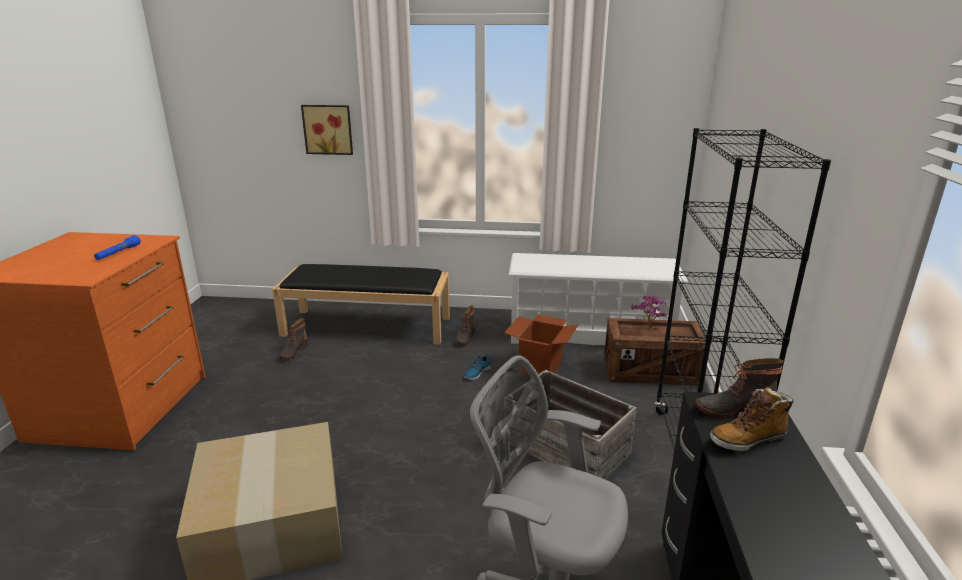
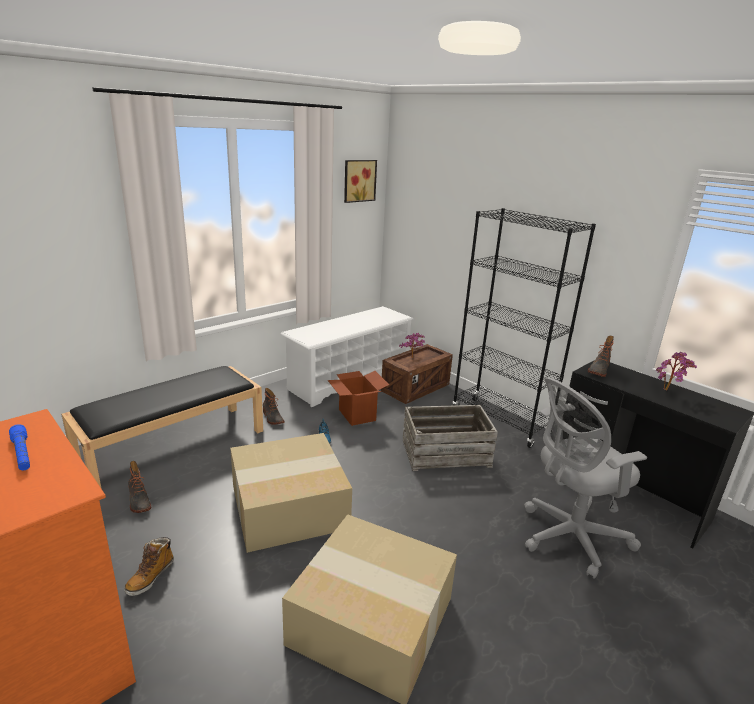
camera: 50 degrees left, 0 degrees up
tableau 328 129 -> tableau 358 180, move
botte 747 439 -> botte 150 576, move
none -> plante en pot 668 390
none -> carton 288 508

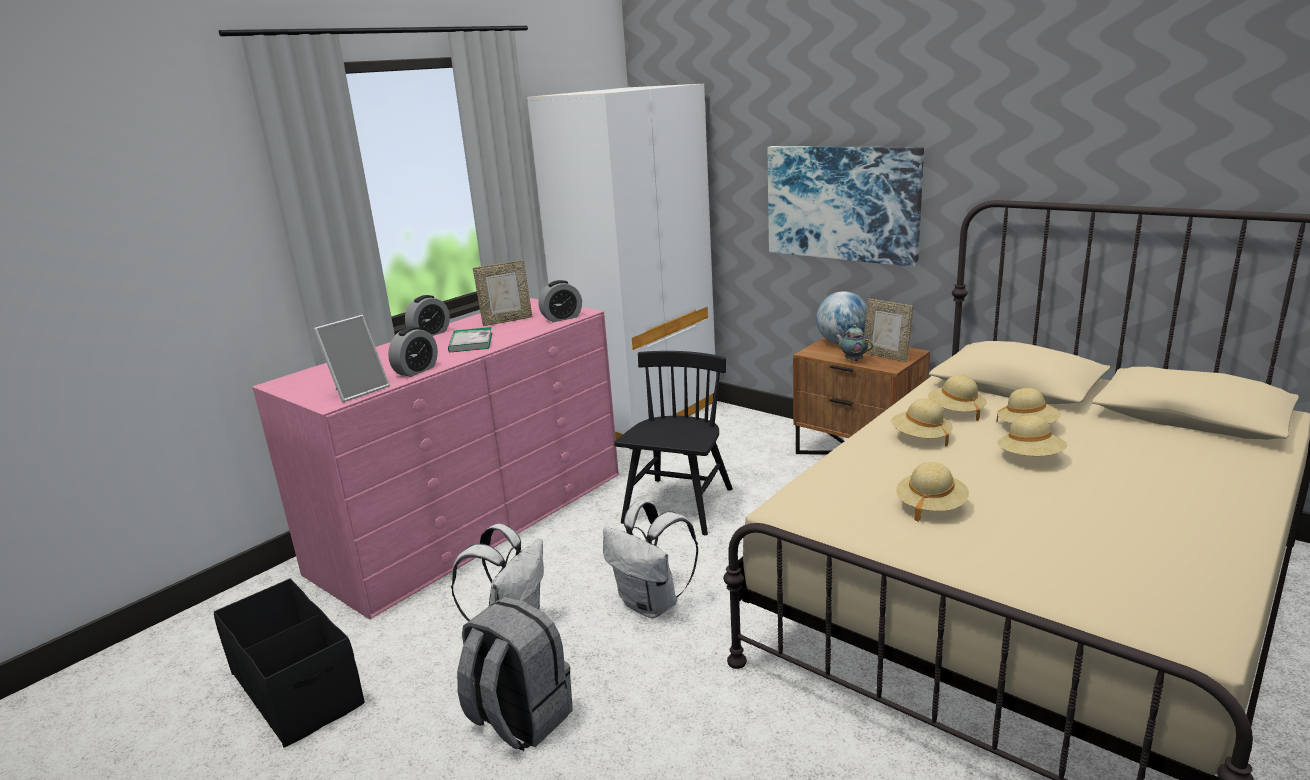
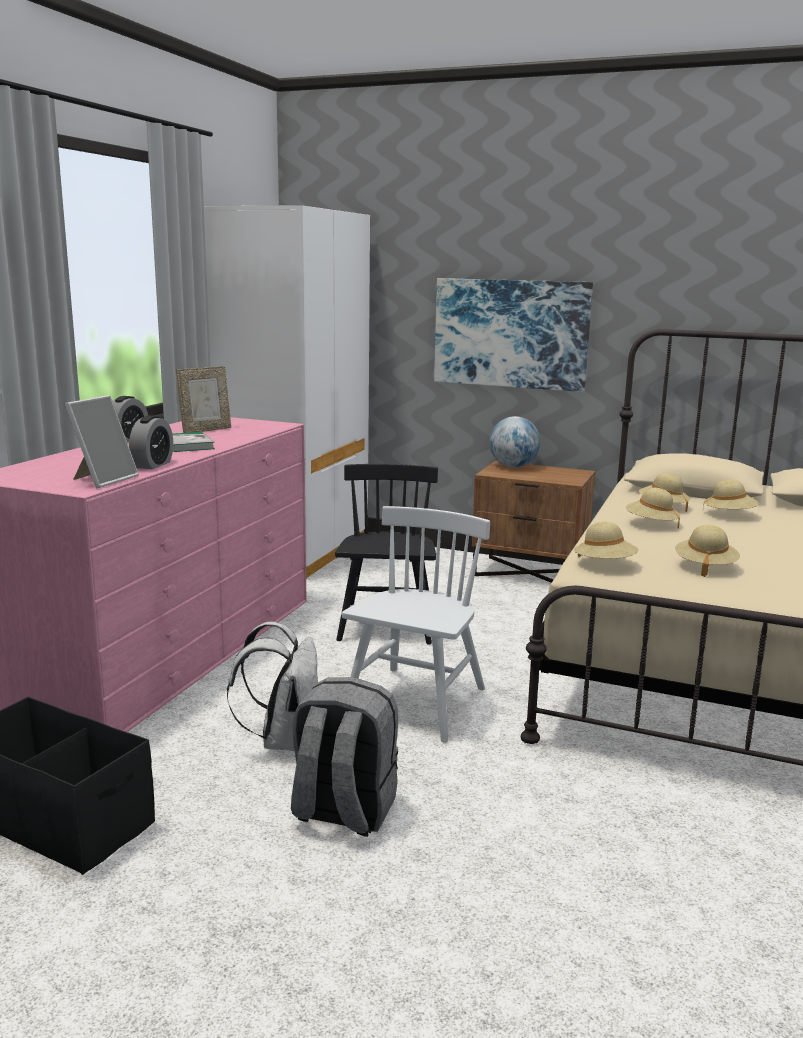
camera: 20 degrees left, 5 degrees down
réveil 562 318 -> none
cadre photo 886 356 -> none
théière 852 360 -> none
chapeau/beige 1030 458 -> chapeau/beige 604 564, move
sac à dos/blanc 652 604 -> chaise/blanc 415 703

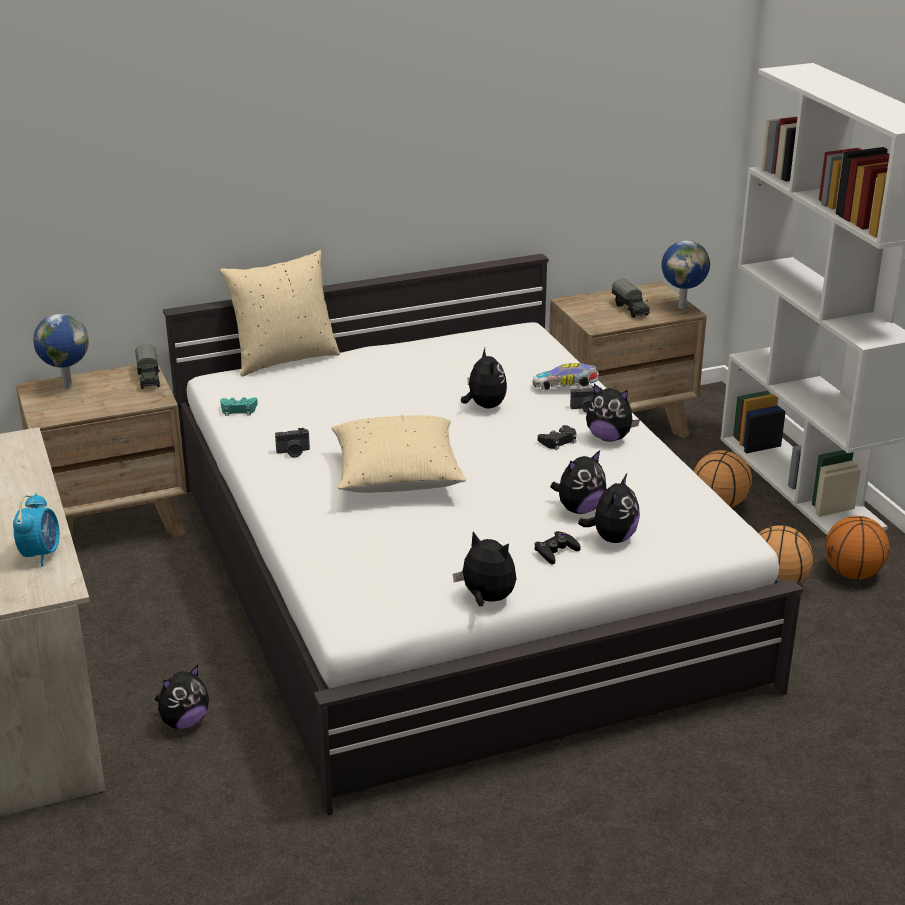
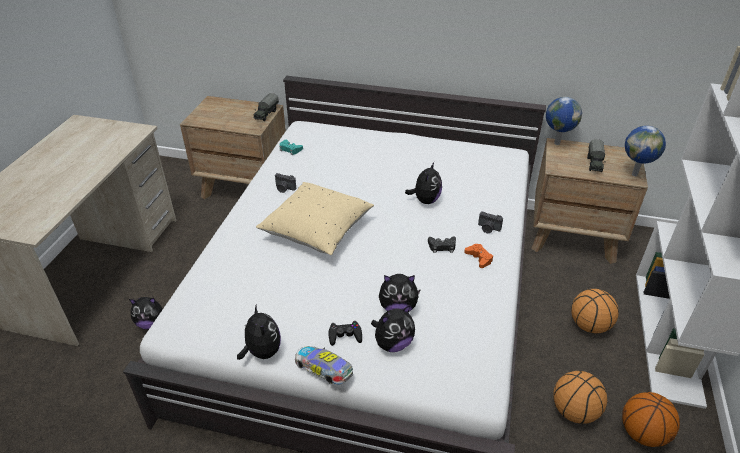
camera: 35 degrees right, 10 degrees up
coussin/beige 284 359 -> none
globe 66 386 -> globe 556 143, move
petite voiture 566 387 -> petite voiture 324 371, move
peluche 609 438 -> manette/orange 479 258
réveil 41 554 -> none

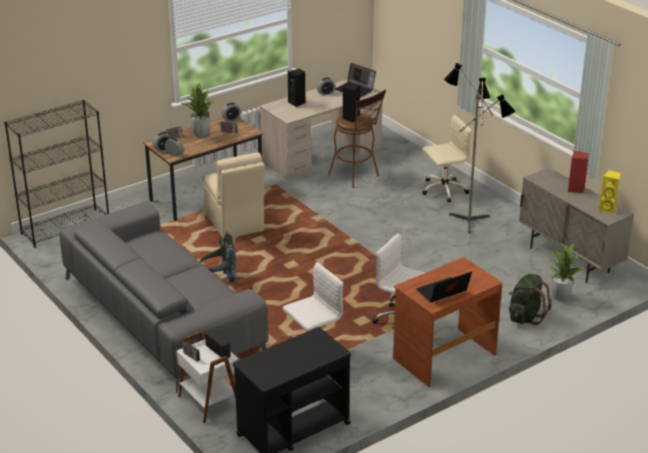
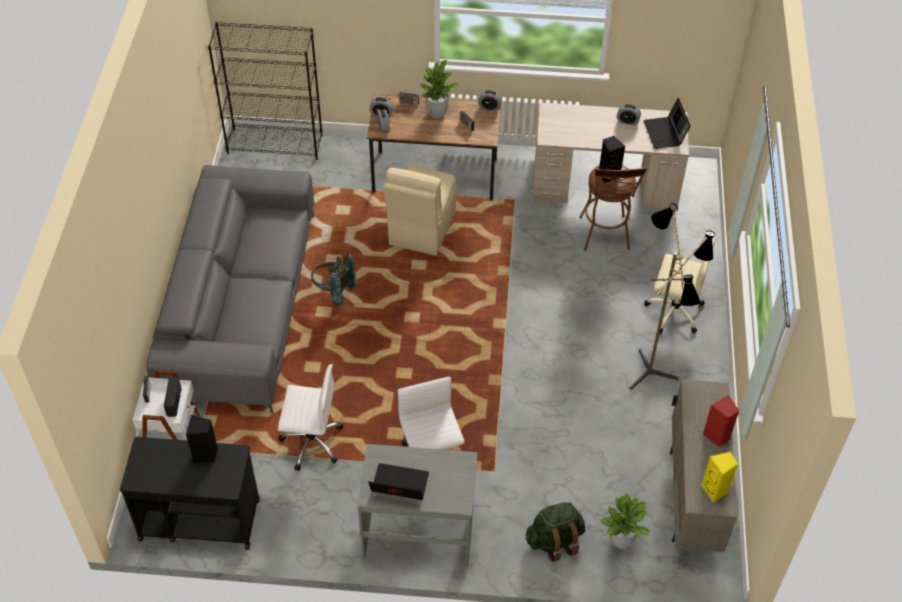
camera: 40 degrees right, 20 degrees up
enceinte/noir 297 103 -> enceinte/noir 206 454, move
bureau/marron 444 356 -> bureau/gris 419 532

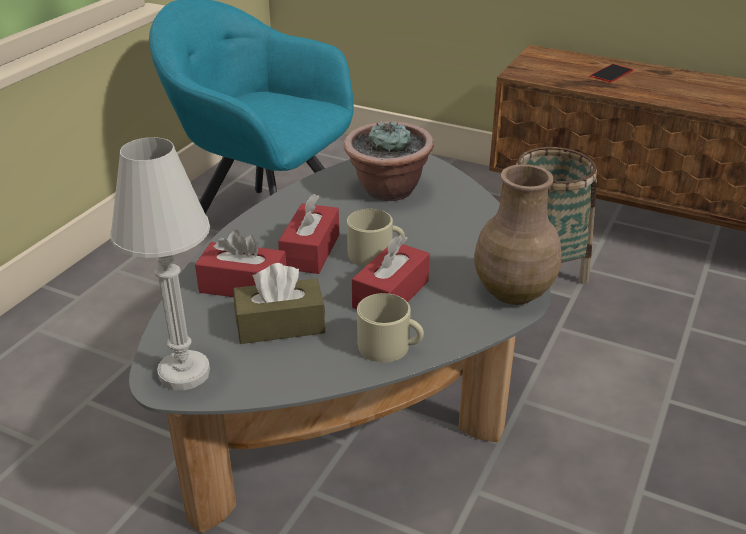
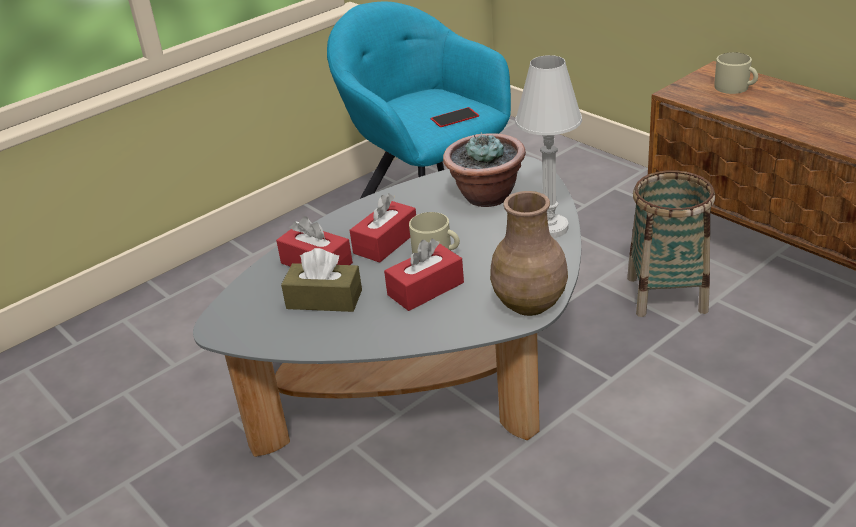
camera: 25 degrees right, 0 degrees up
téléphone 611 73 -> téléphone 454 117, move
lampe de table/blanc 184 373 -> lampe de table/blanc 550 228, move
mug/beige 390 347 -> mug/beige 735 87, move

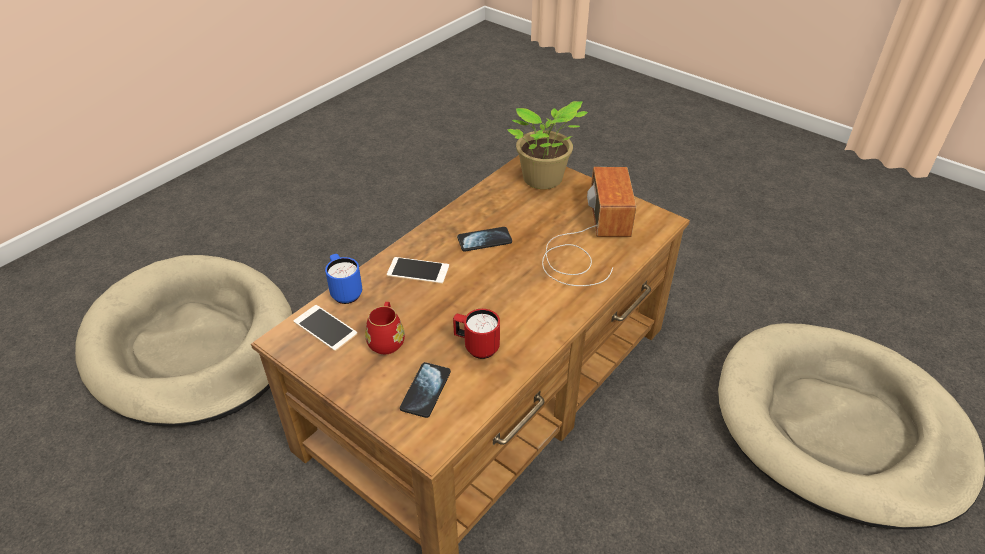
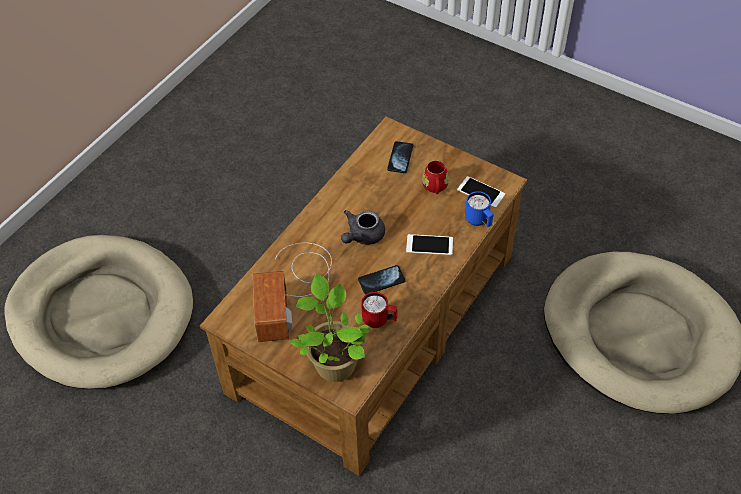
camera: 175 degrees right, 10 degrees up
mug/rouge 476 347 -> mug/rouge 379 320, move
none -> théière/gris 362 236

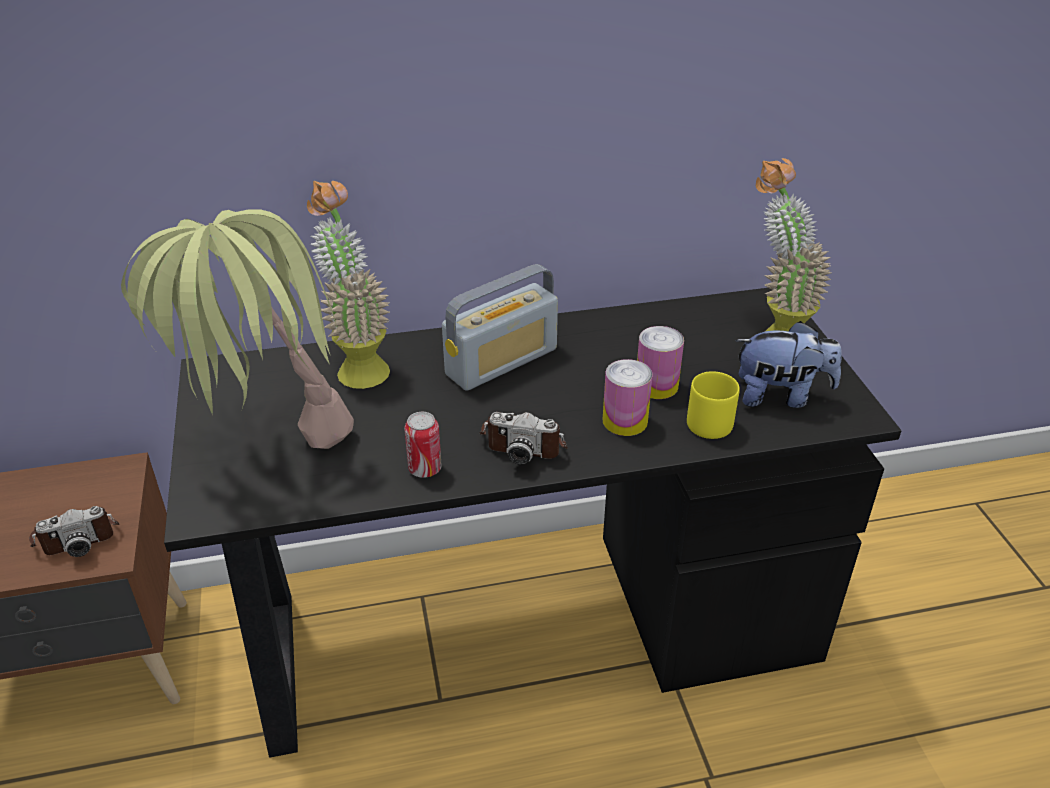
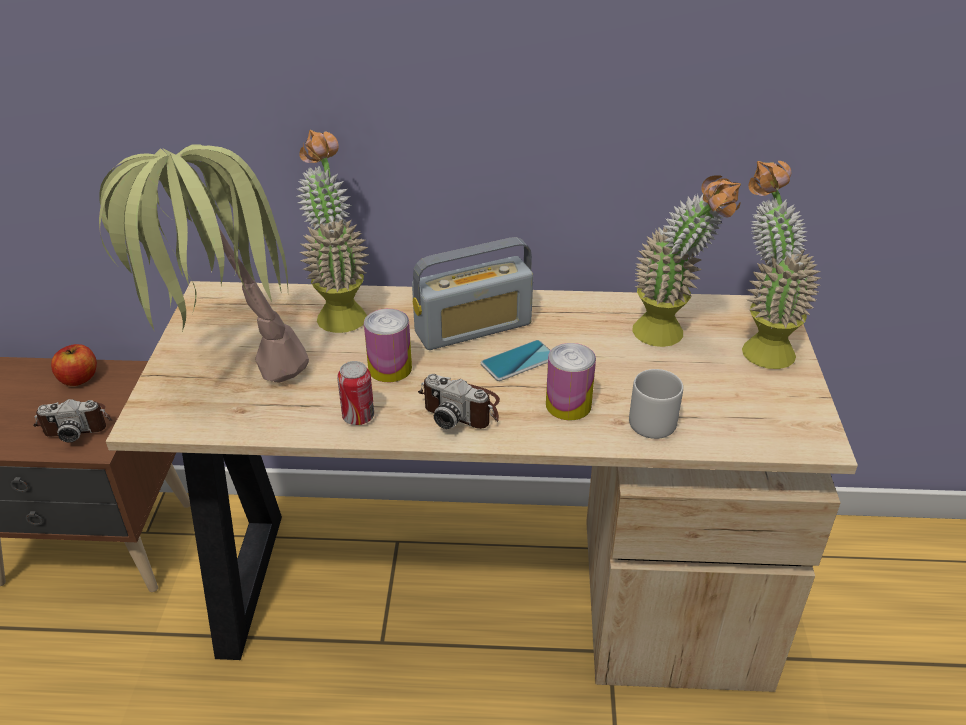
camera: 15 degrees right, 0 degrees up
bureau/noir 524 626 -> bureau/beige 483 589
peluche 780 396 -> none
boîte métallique 656 385 -> boîte métallique 390 368, move
mug/jaune 710 421 -> mug/gris 655 419
none -> plante en pot 669 337
none -> téléphone 518 361
none -> pomme 79 378

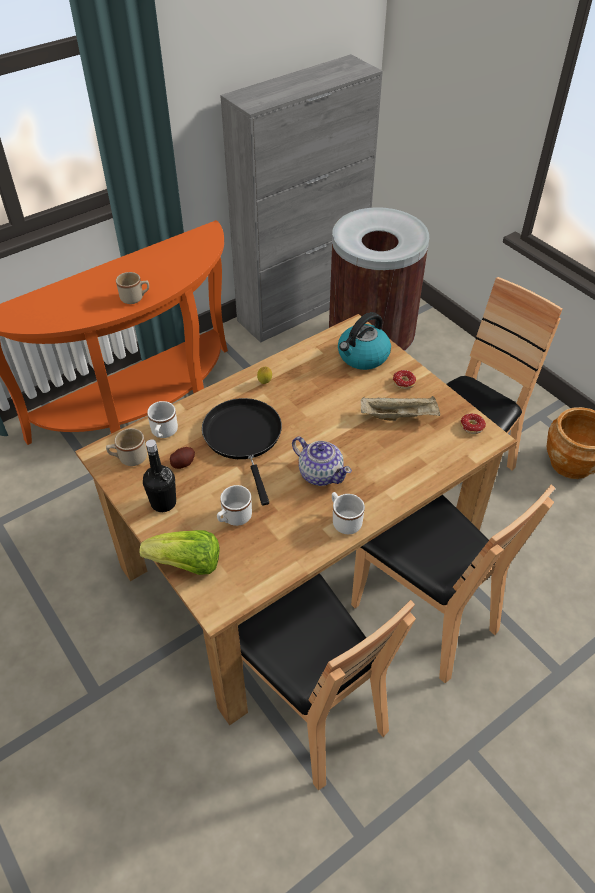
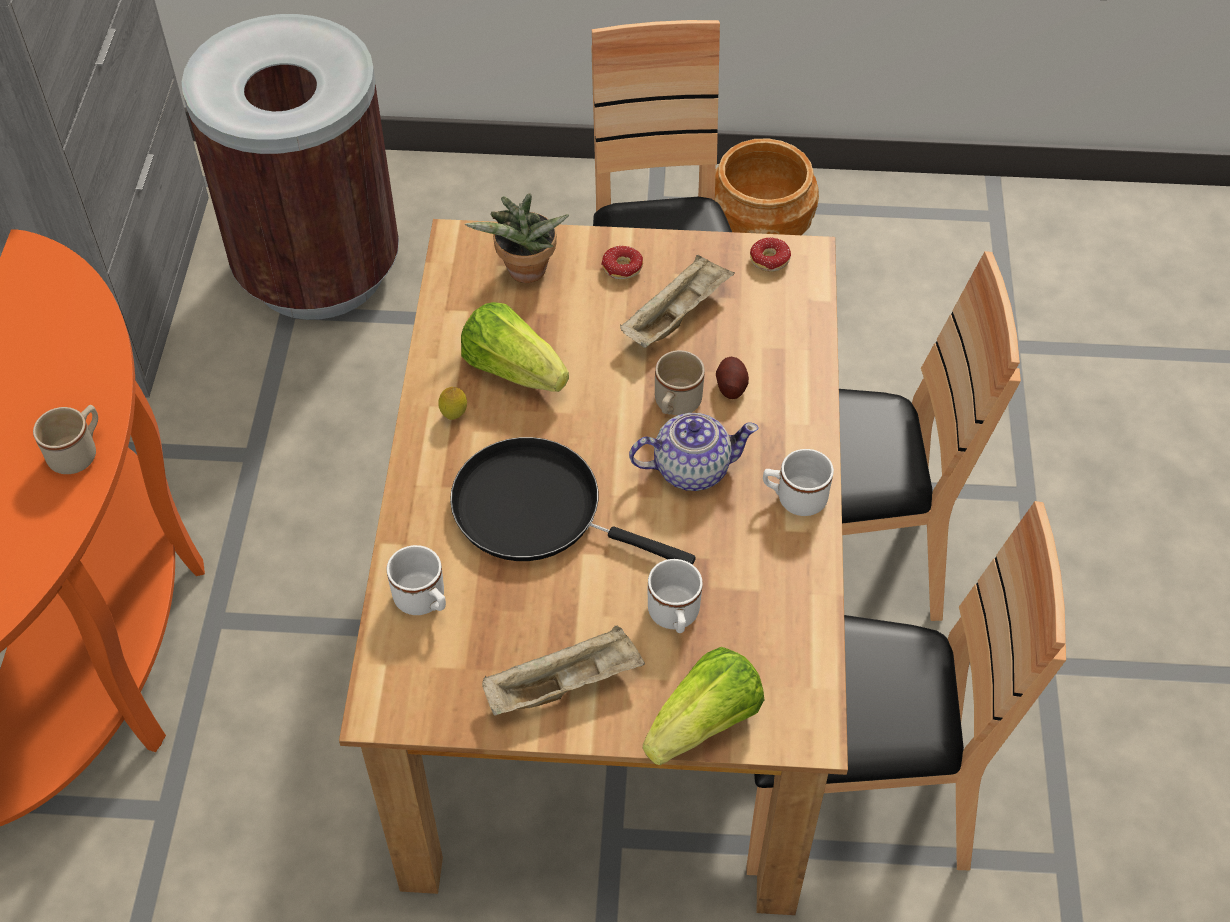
camera: 50 degrees left, 5 degrees up
bouilloire 362 356 -> plante en pot 524 274
mug/beige 128 458 -> mug/beige 675 405, move
bouteille/noir 163 503 -> plateau/beige 564 684
pomme de terre 183 463 -> pomme de terre 731 386, move
none -> laitue 513 369

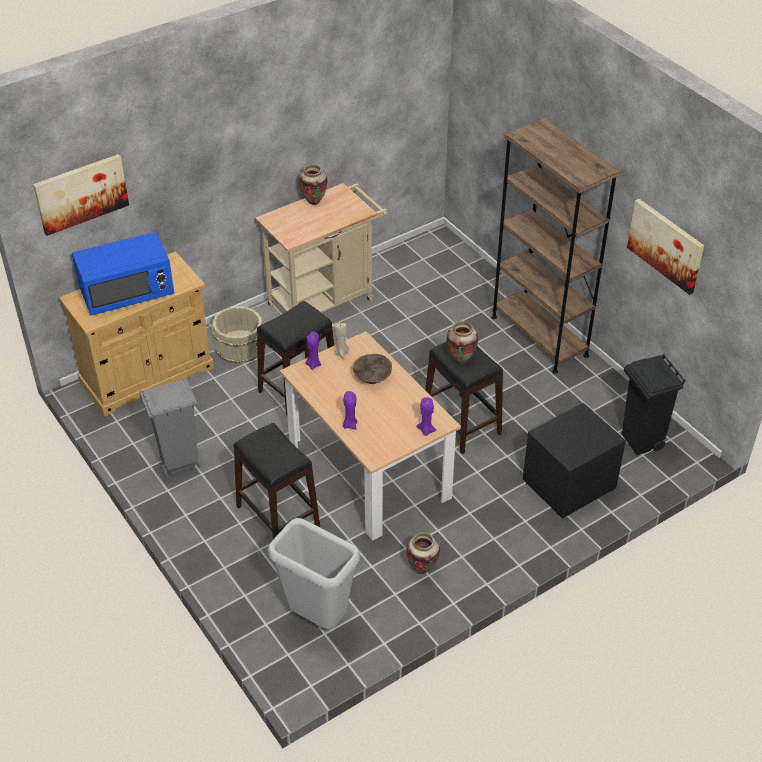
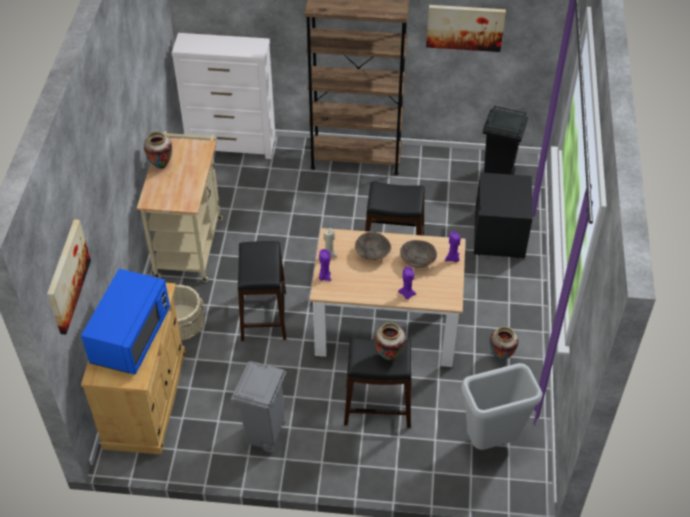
camera: 50 degrees left, 5 degrees up
vase 461 360 -> vase 388 356, move
none -> commode/blanc 232 146
none -> bol/marron 417 261

